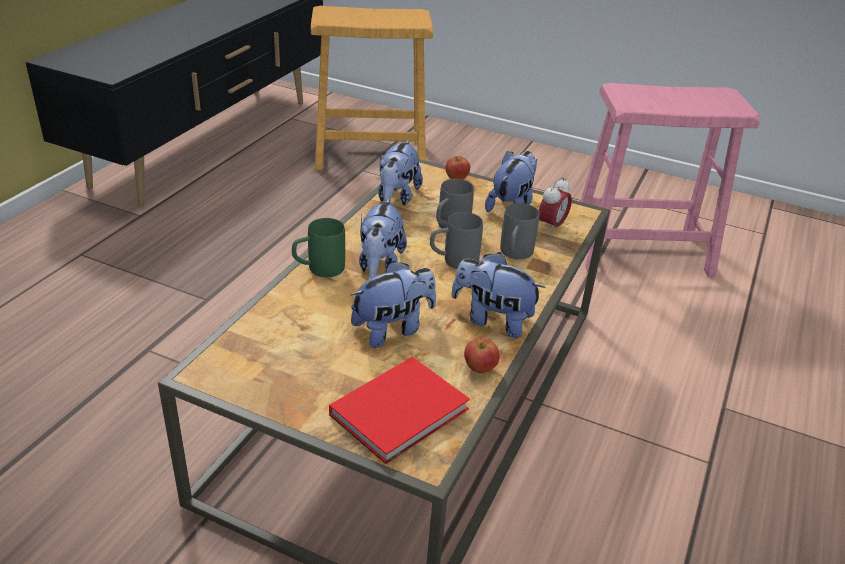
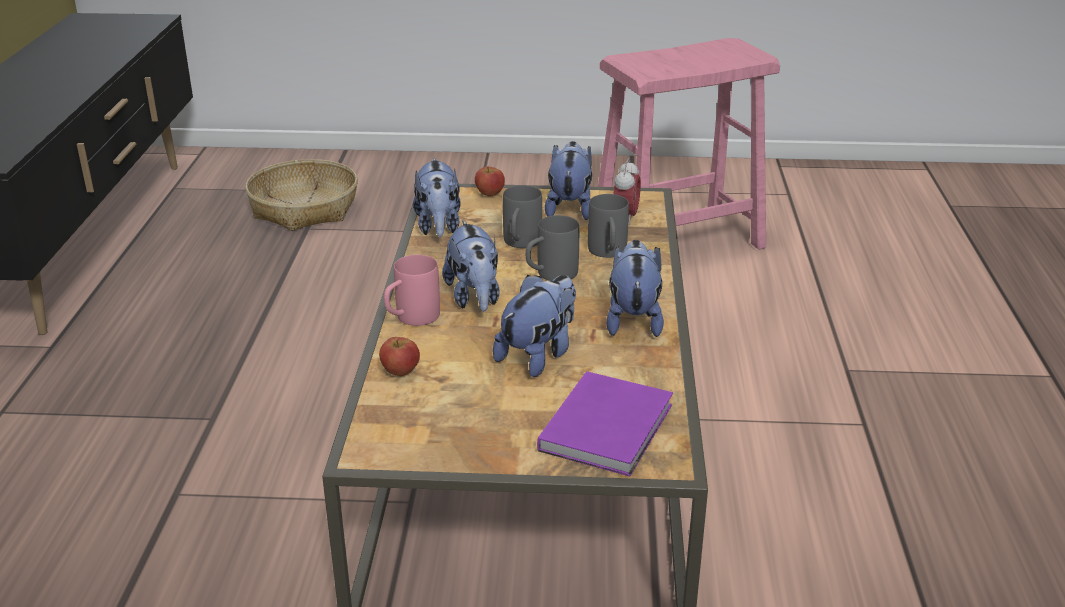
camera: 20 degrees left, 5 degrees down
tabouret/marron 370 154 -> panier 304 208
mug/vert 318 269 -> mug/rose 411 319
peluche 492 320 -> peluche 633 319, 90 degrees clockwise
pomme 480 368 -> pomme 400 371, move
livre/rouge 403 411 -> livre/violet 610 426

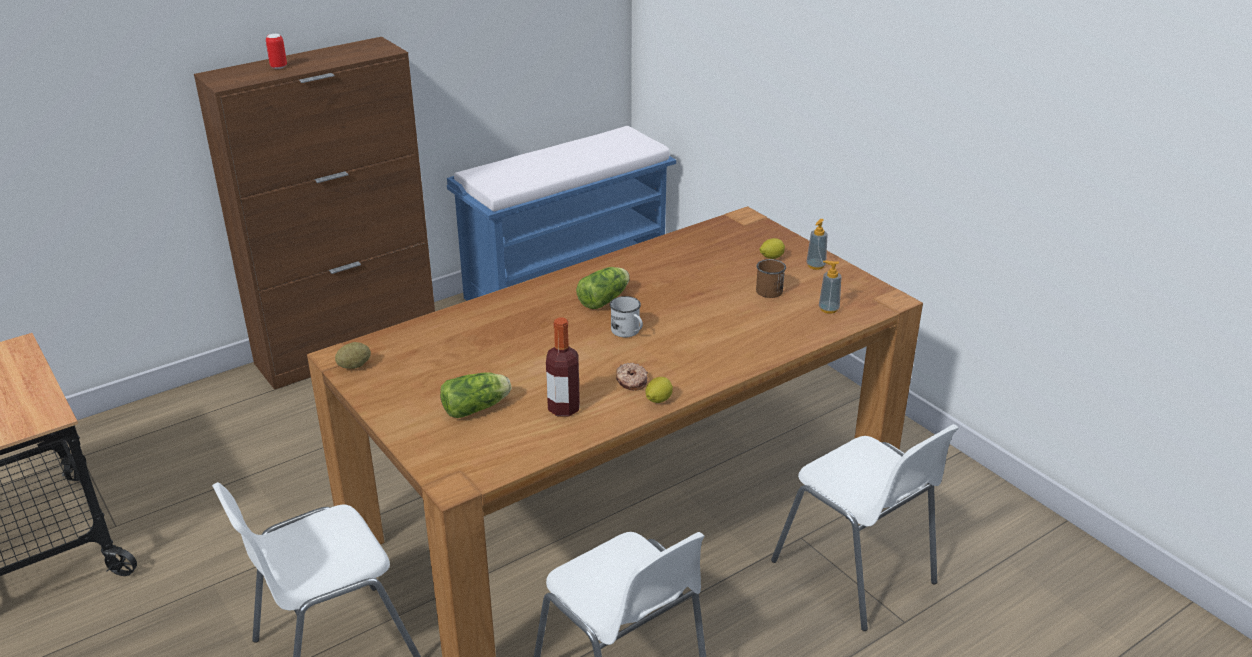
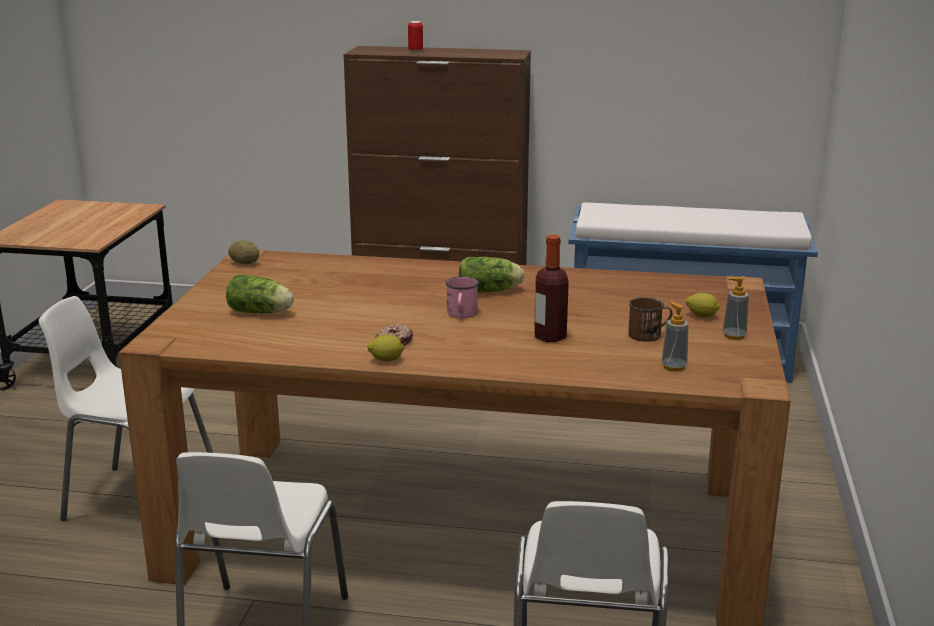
camera: 45 degrees right, 10 degrees down
mug/blanc 628 332 -> mug/rose 461 315
bouteille 563 408 -> bouteille 550 337, move

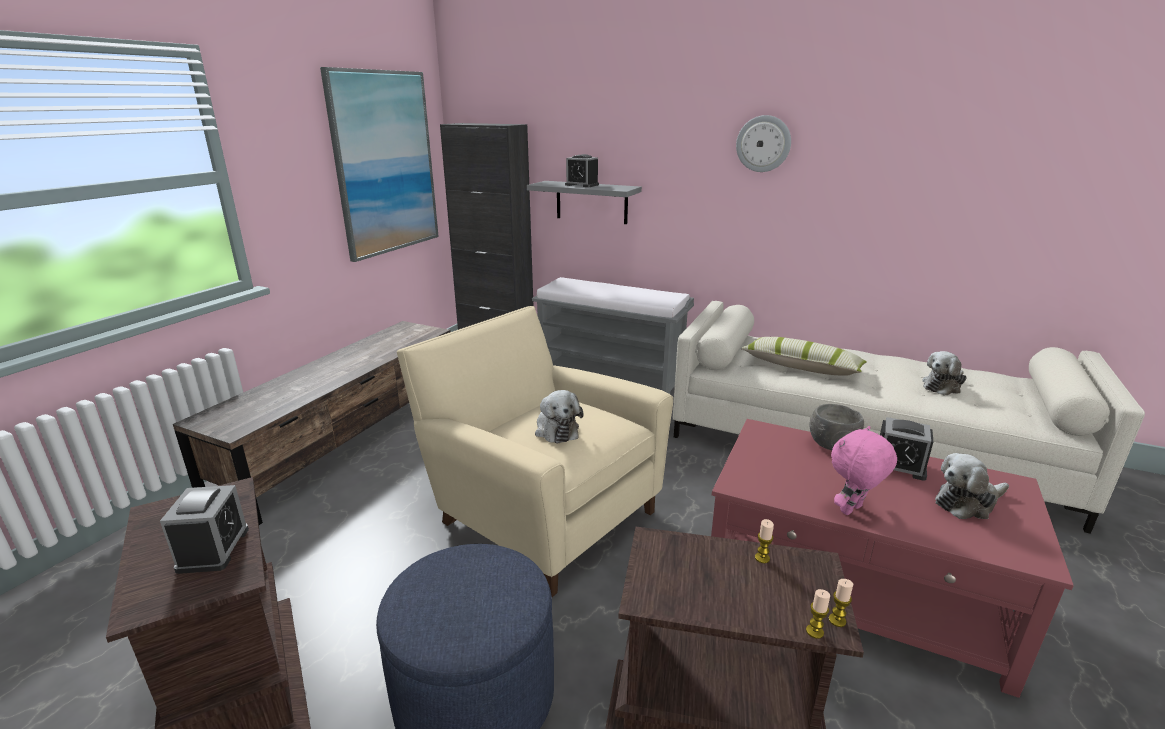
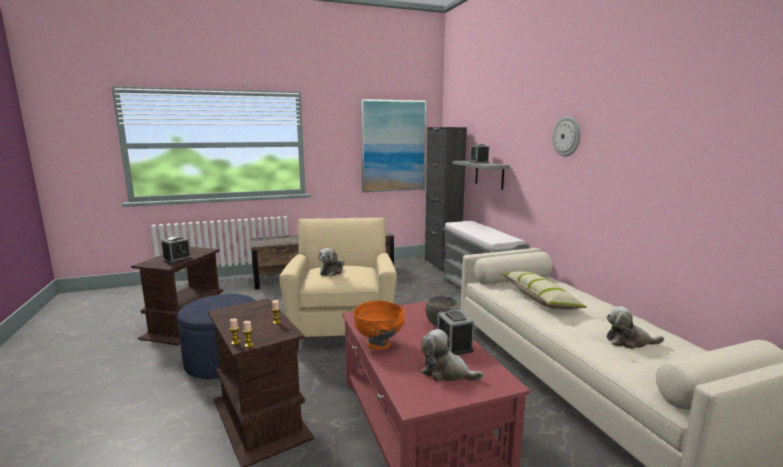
camera: 45 degrees right, 10 degrees down
peluche/rose 852 510 -> bol/orange 379 344

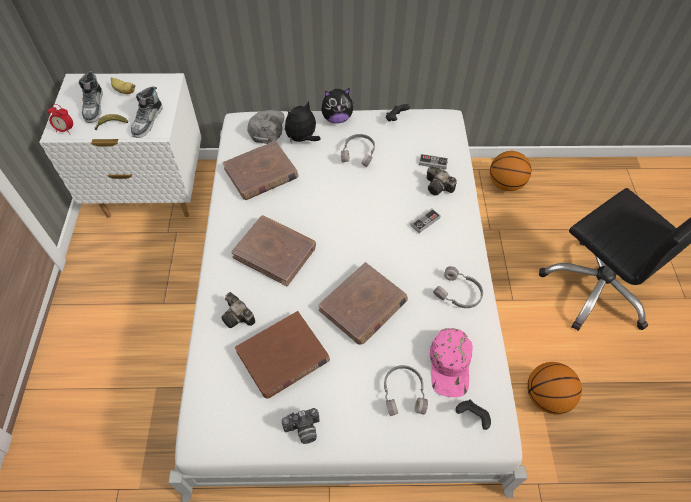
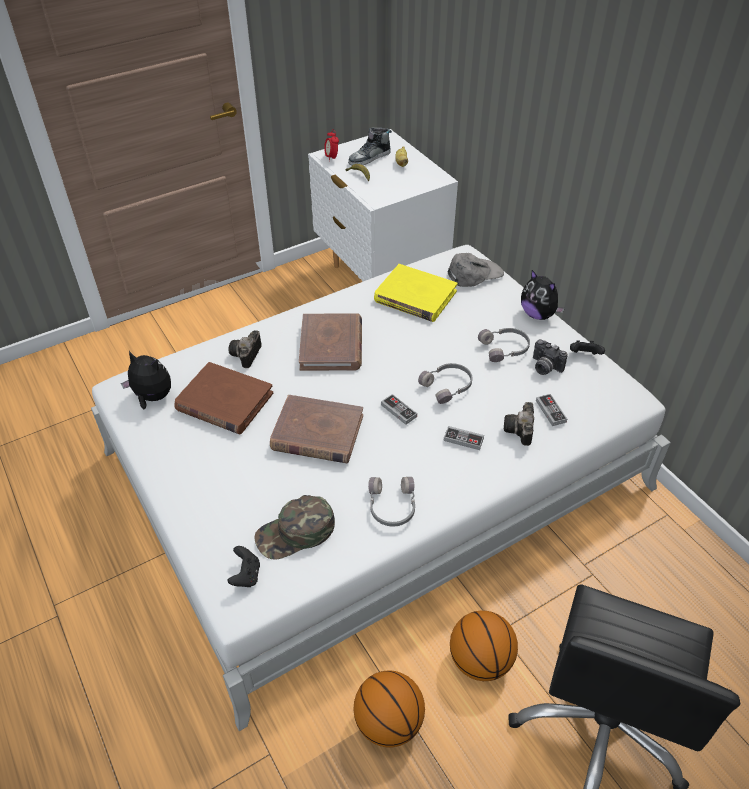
camera: 60 degrees right, 10 degrees down
chaussure 148 121 -> none
peluche 302 139 -> peluche 152 398, move
livre/marron 261 173 -> livre/jaune 415 296
ballon de basket 505 184 -> ballon de basket 480 661, move
casquette/rose 450 365 -> casquette/vert 295 533
casque audio/gris 404 392 -> casque audio/gris 448 386, move
appareil photo 303 431 -> appareil photo 544 367, move
none -> manette 398 411

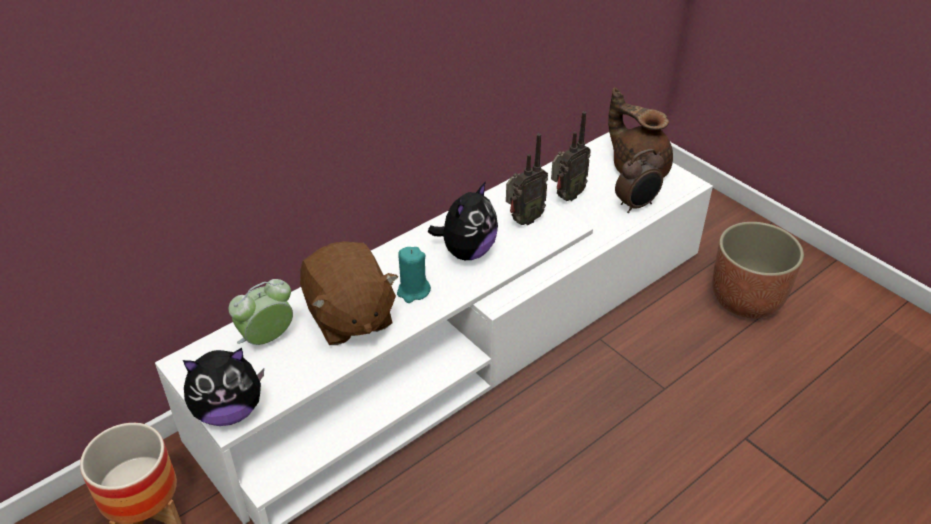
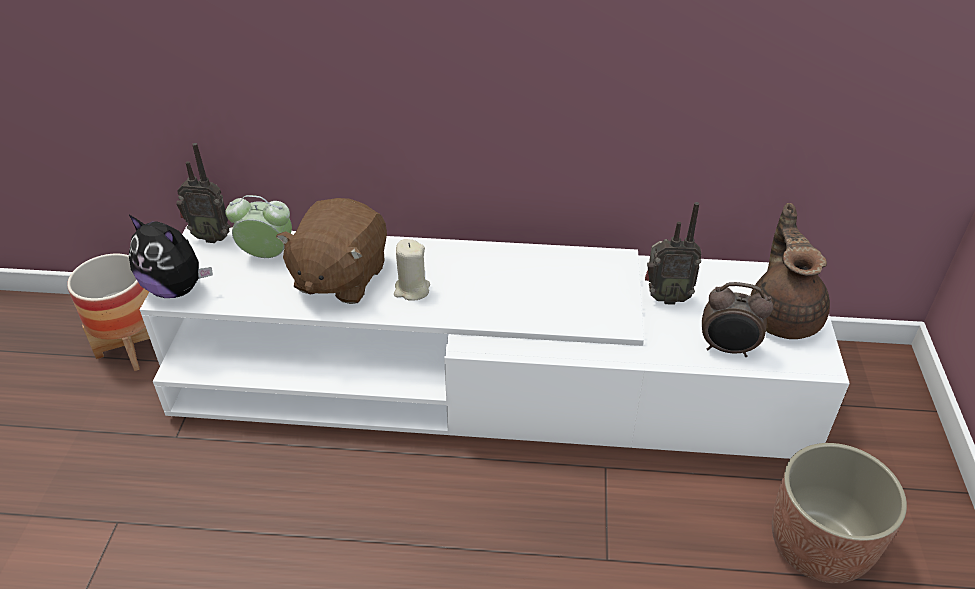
camera: 45 degrees right, 0 degrees up
radio 523 220 -> radio 211 236, move
peluche 467 251 -> none
bougie/turquoise 413 291 -> bougie/beige 411 290

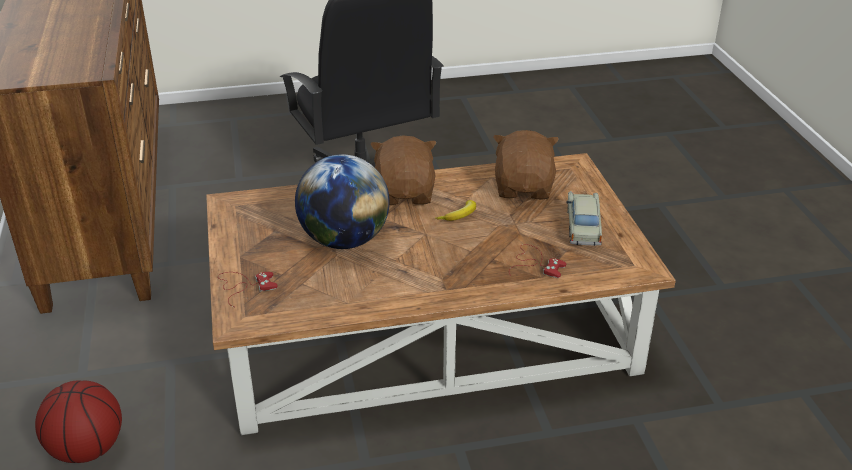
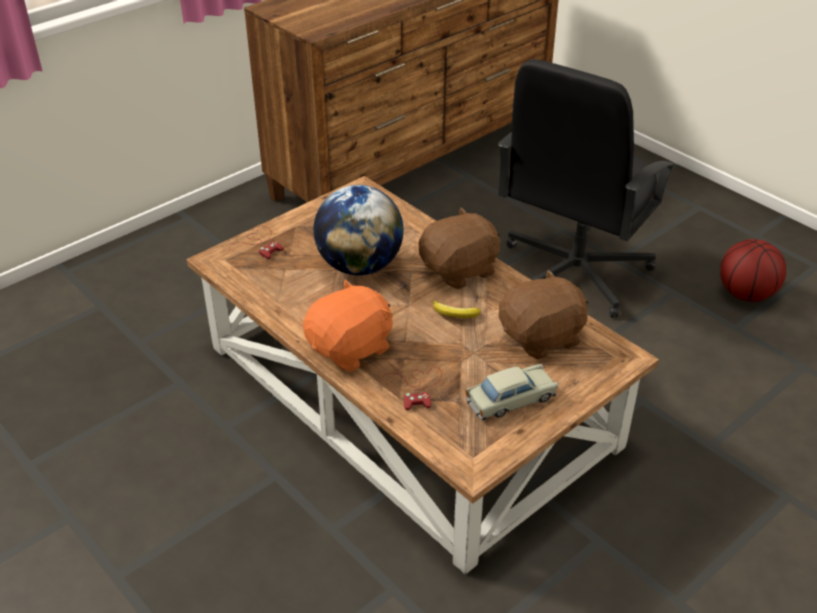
camera: 60 degrees right, 5 degrees up
ballon de basket 86 448 -> ballon de basket 746 294, move
none -> peluche/orange 351 348

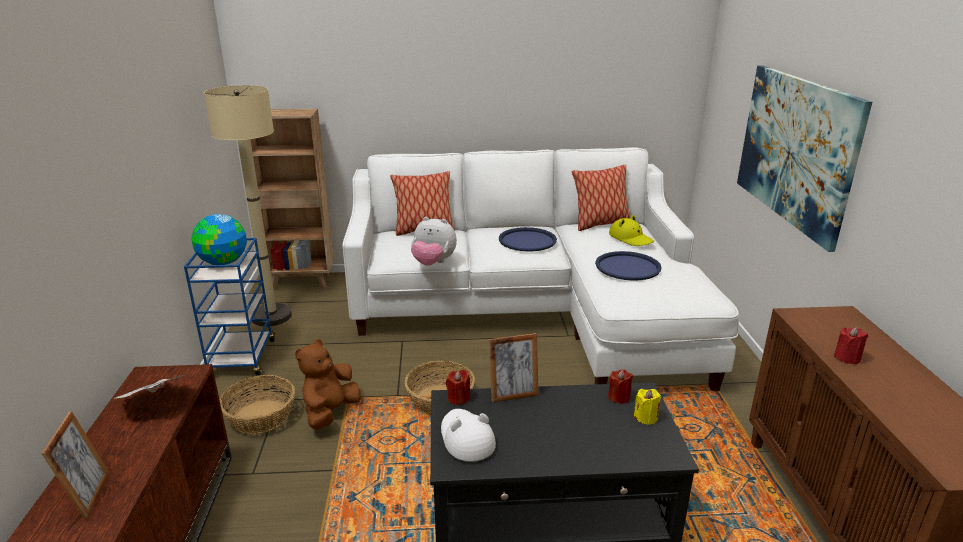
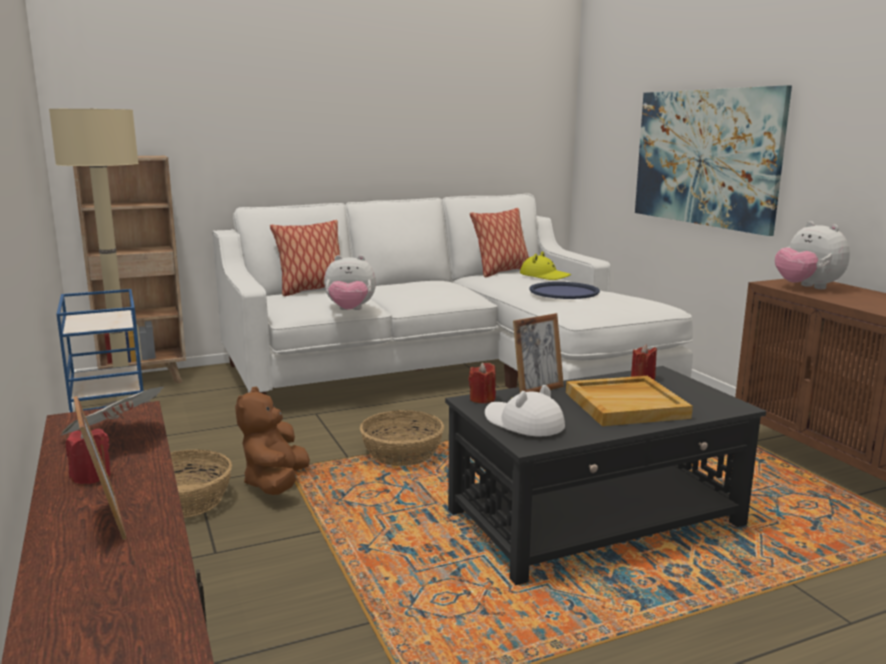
camera: 20 degrees left, 10 degrees down
globe 223 262 -> none
plateau/bleu 527 240 -> none
bougie/rouge 847 358 -> bougie/rouge 91 476, move
bougie/jaune 646 417 -> none
none -> peluche 807 287
none -> plateau/beige 626 404

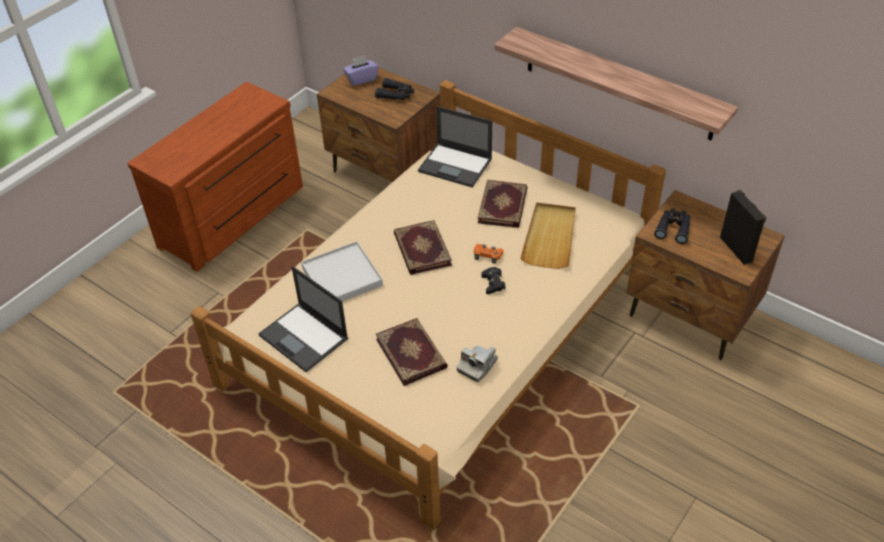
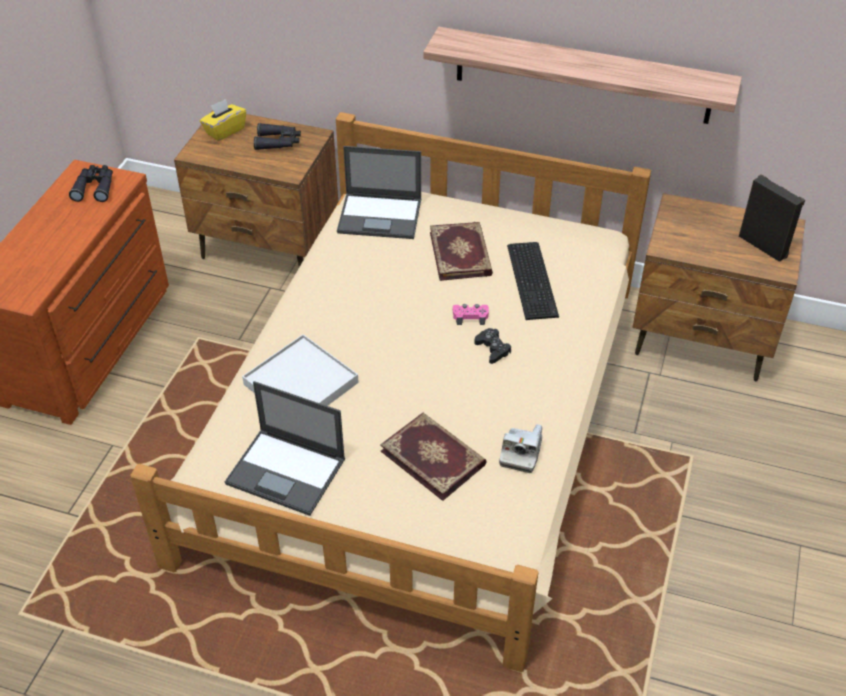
camera: 20 degrees left, 0 degrees up
boîte à mouchoirs/violet 361 79 -> boîte à mouchoirs/jaune 225 131
plateau/beige 550 237 -> clavier 533 279
jumelles/noir 673 228 -> jumelles/noir 95 187, move
livre 421 250 -> none
manette/orange 487 255 -> manette/rose 470 316

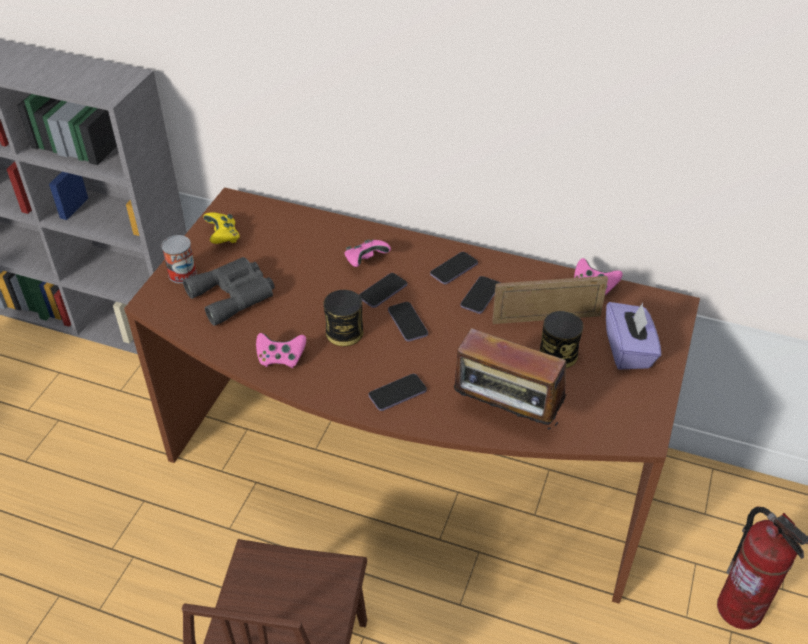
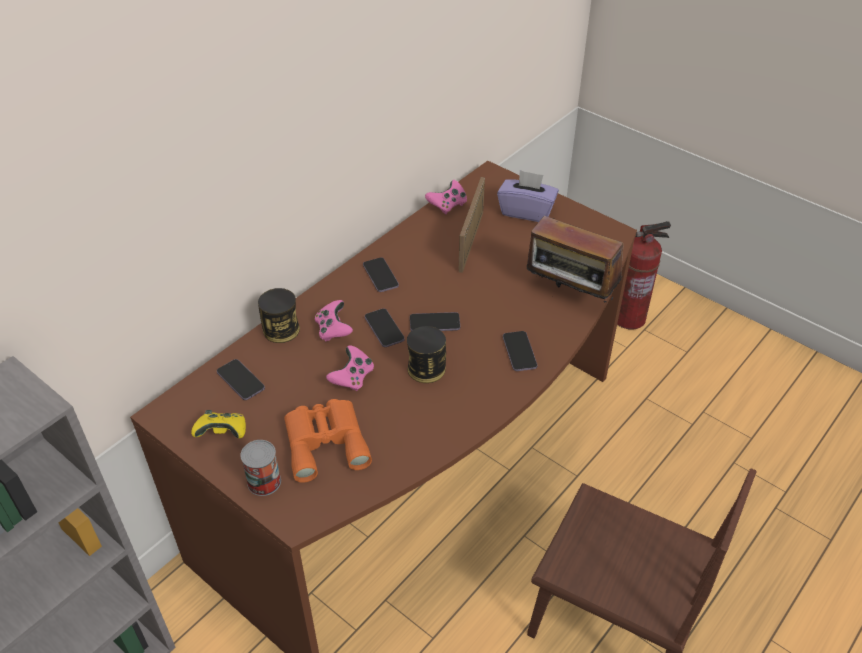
camera: 70 degrees left, 0 degrees up
jumelles/gris 234 294 -> jumelles/orange 326 441
téléphone 480 296 -> téléphone 240 381, move
boîte métallique 558 354 -> boîte métallique 281 330, move
radio 505 416 -> radio 569 295, 75 degrees clockwise
manette/rose 280 358 -> manette/rose 352 378, move

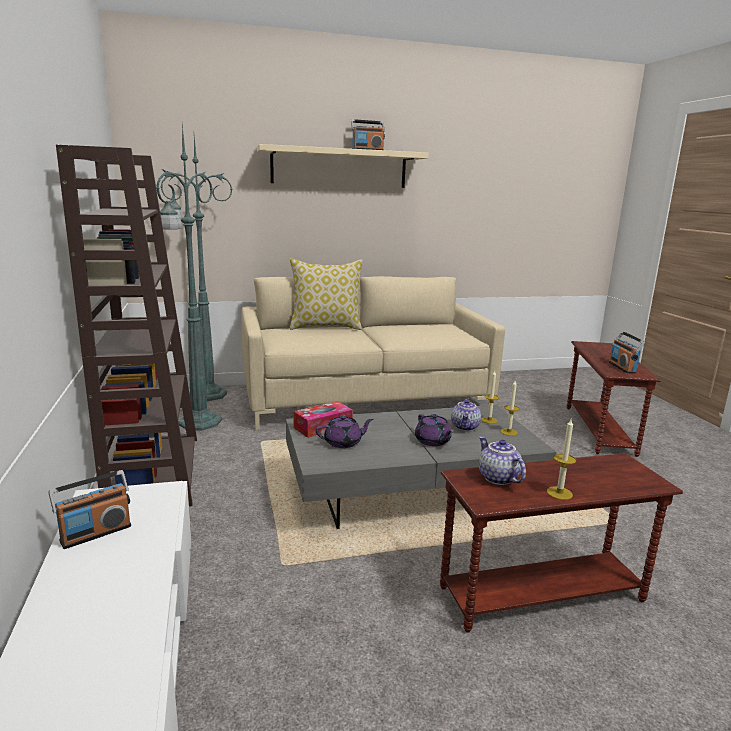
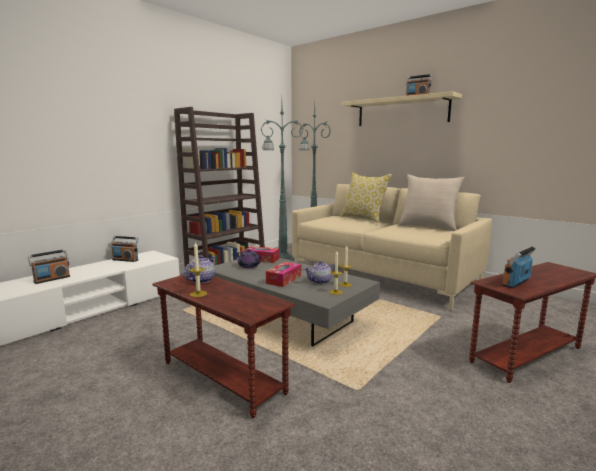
camera: 55 degrees right, 5 degrees down
théière/violet 432 441 -> boîte à mouchoirs 284 279
none -> coussin/beige 428 227
none -> radio 52 279

